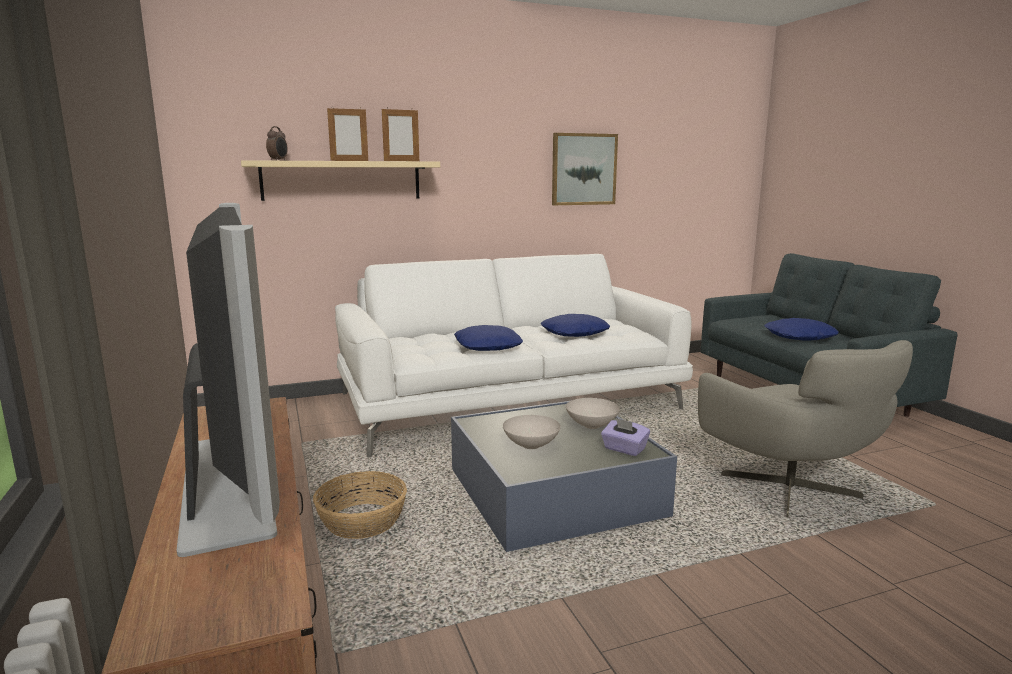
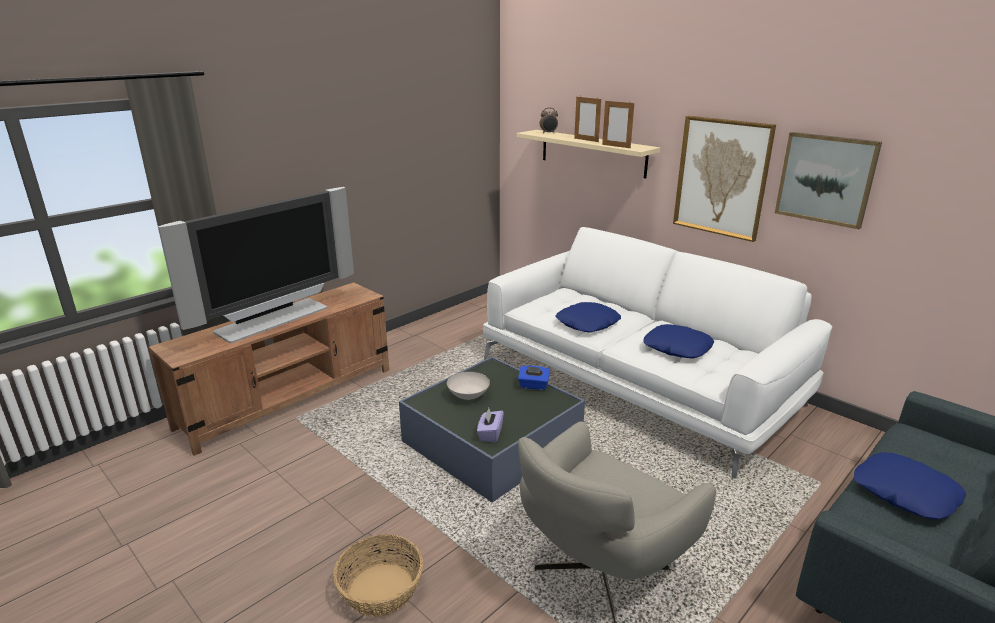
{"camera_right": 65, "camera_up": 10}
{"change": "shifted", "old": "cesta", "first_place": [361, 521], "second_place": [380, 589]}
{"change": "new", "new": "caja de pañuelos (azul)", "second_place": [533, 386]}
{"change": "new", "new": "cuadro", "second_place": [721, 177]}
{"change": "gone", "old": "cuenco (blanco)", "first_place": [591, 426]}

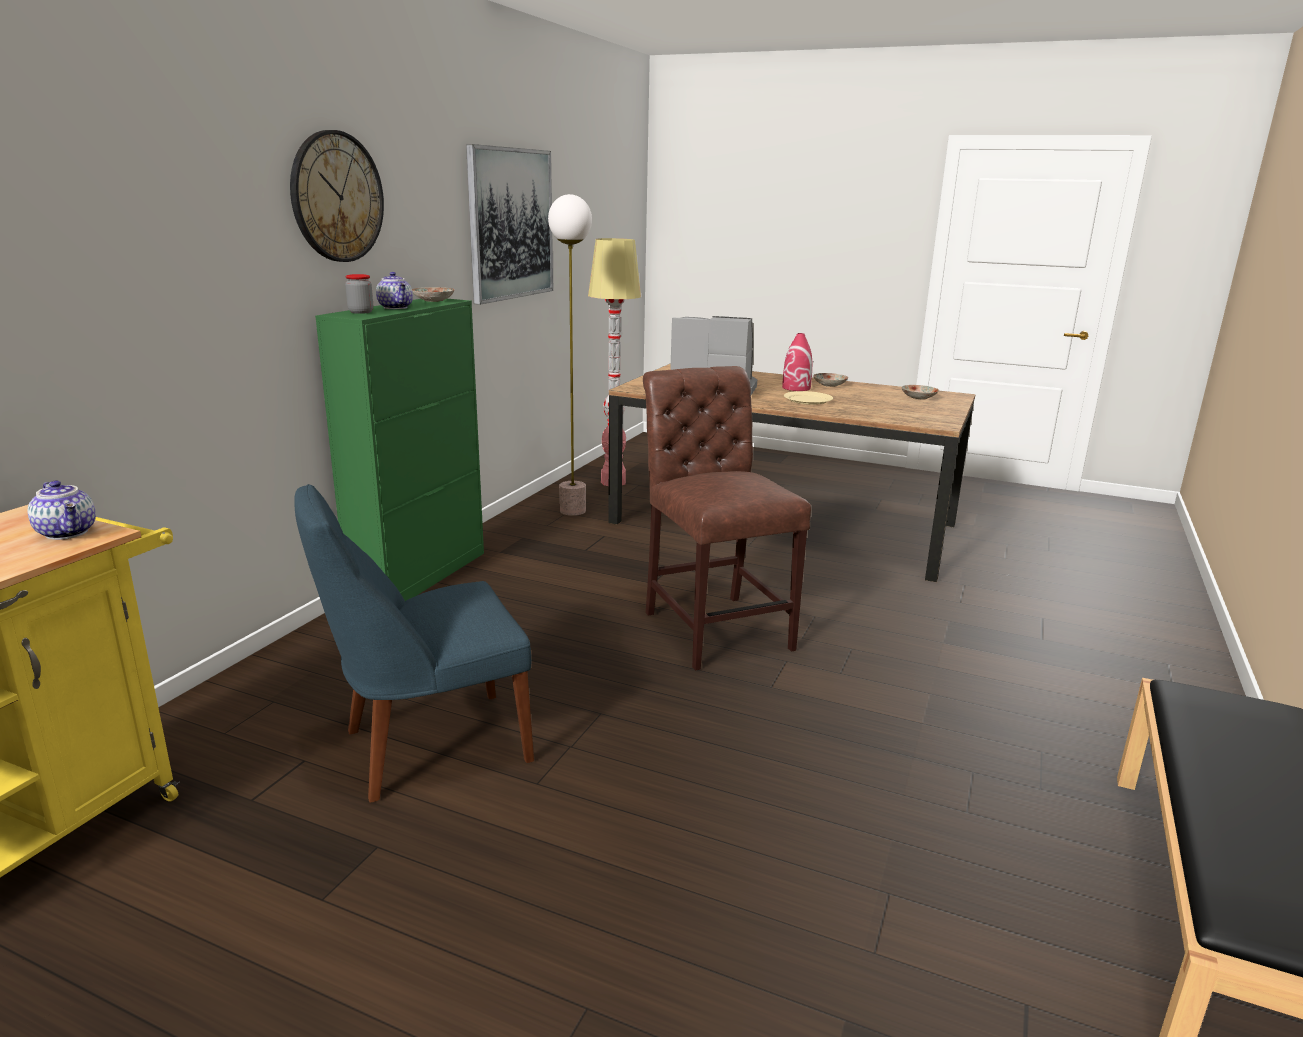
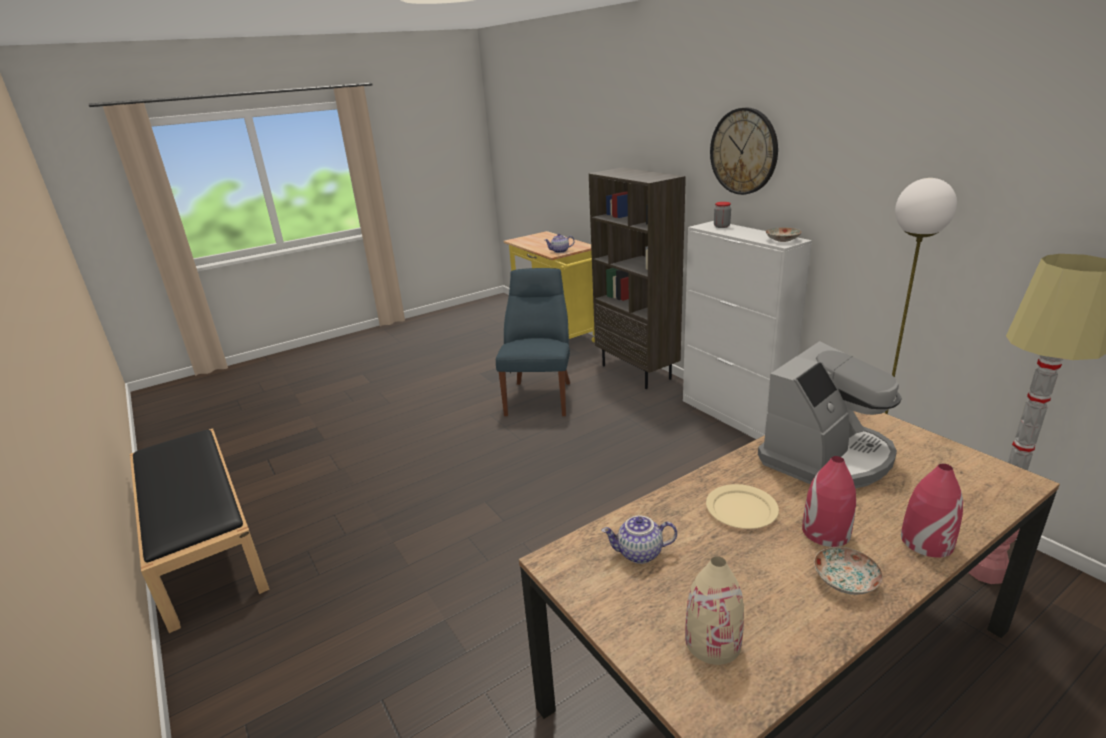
{"camera_right": 125, "camera_up": 5}
{"change": "new", "new": "estantería (marrón)", "second_place": [637, 372]}
{"change": "shifted", "old": "tetera", "first_place": [396, 307], "second_place": [639, 554]}
{"change": "repainted", "old": "armario (verde)", "new": "armario (blanco)", "first_place": [420, 576], "second_place": [733, 416]}
{"change": "swapped", "old": "plato", "new": "florero (beis)", "first_place": [918, 397], "second_place": [713, 641]}
{"change": "new", "new": "florero (rojo)", "second_place": [926, 541]}
{"change": "gone", "old": "cuadro", "first_place": [510, 224]}
{"change": "gone", "old": "silla (marrón)", "first_place": [714, 626]}

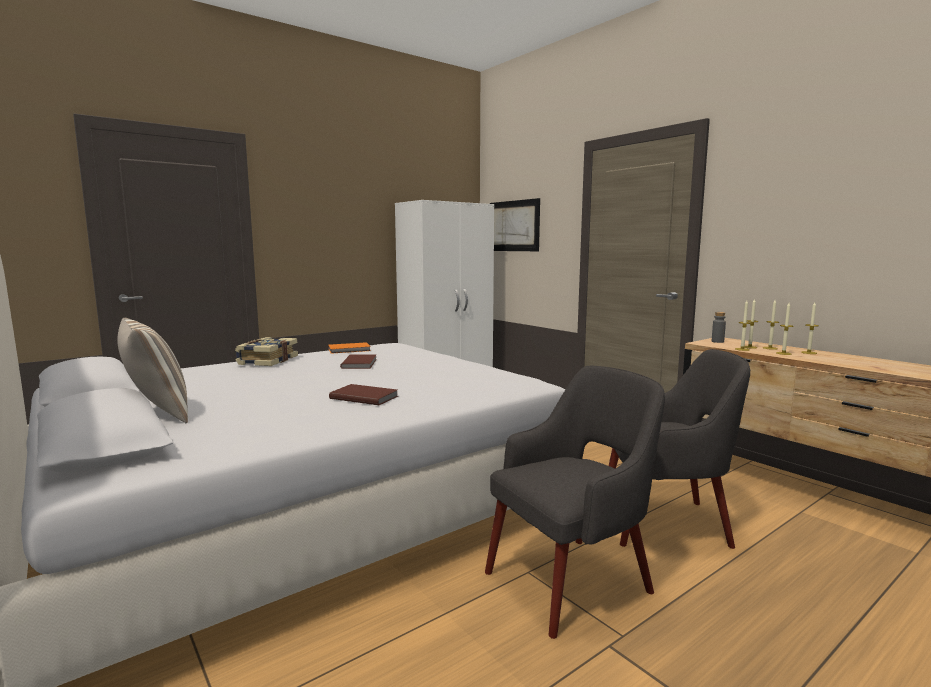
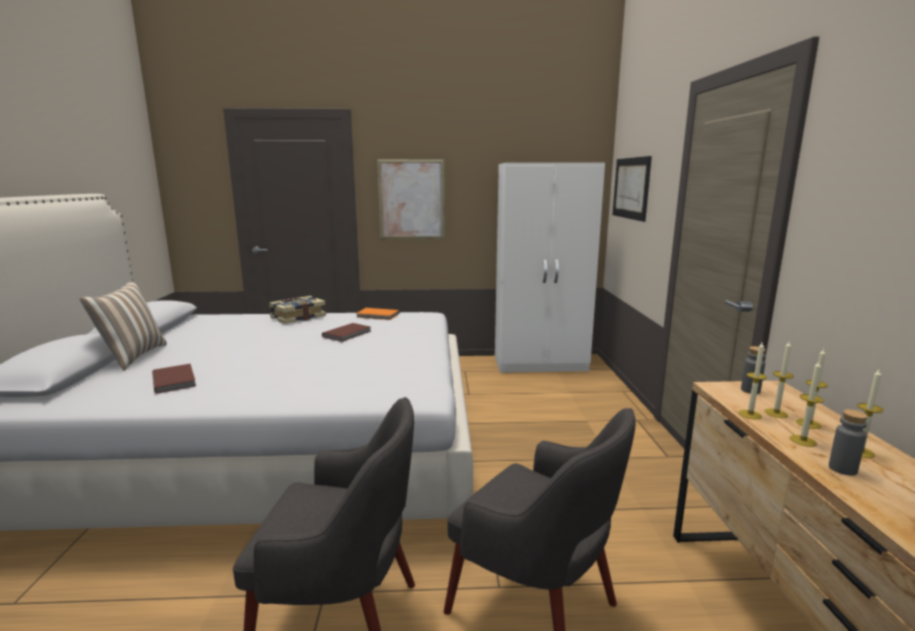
{"camera_right": 35, "camera_up": 5}
{"change": "shifted", "old": "libro (marrón)", "first_place": [364, 397], "second_place": [175, 380]}
{"change": "new", "new": "cuadro", "second_place": [411, 199]}
{"change": "new", "new": "botella (gris)", "second_place": [842, 469]}

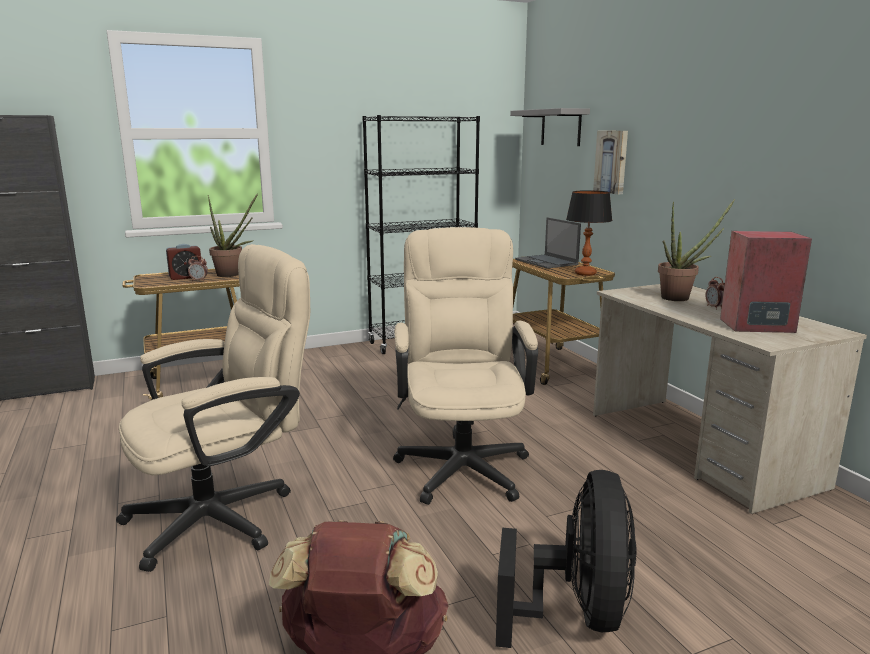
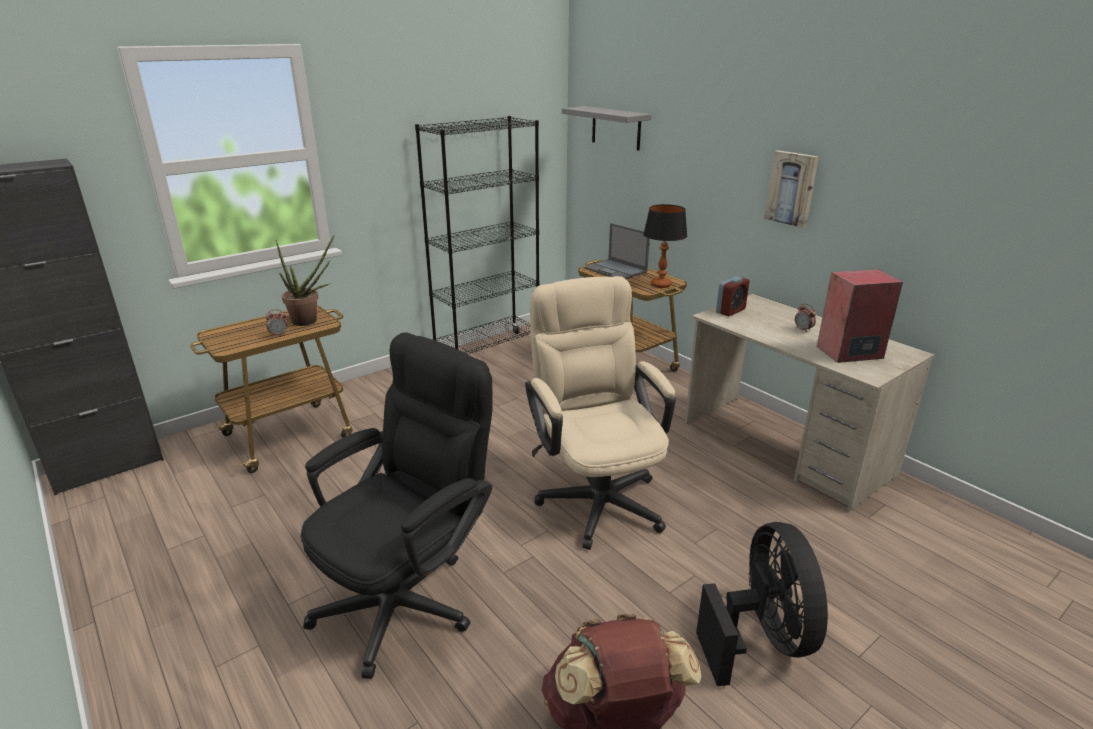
{"camera_right": -15, "camera_up": 10}
{"change": "repainted", "old": "silla de oficina (beis)", "new": "silla de oficina (negro)", "first_place": [226, 515], "second_place": [408, 597]}
{"change": "shifted", "old": "despertador", "first_place": [186, 277], "second_place": [730, 311]}
{"change": "shifted", "old": "cuadro", "first_place": [612, 162], "second_place": [792, 188]}
{"change": "gone", "old": "planta en maceta", "first_place": [681, 298]}

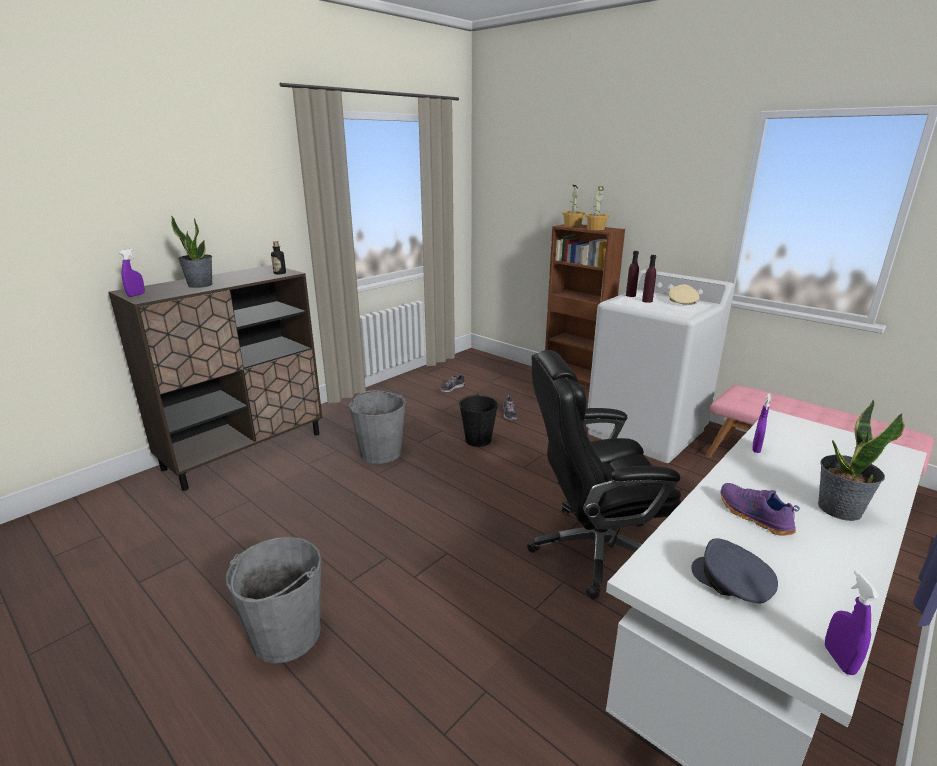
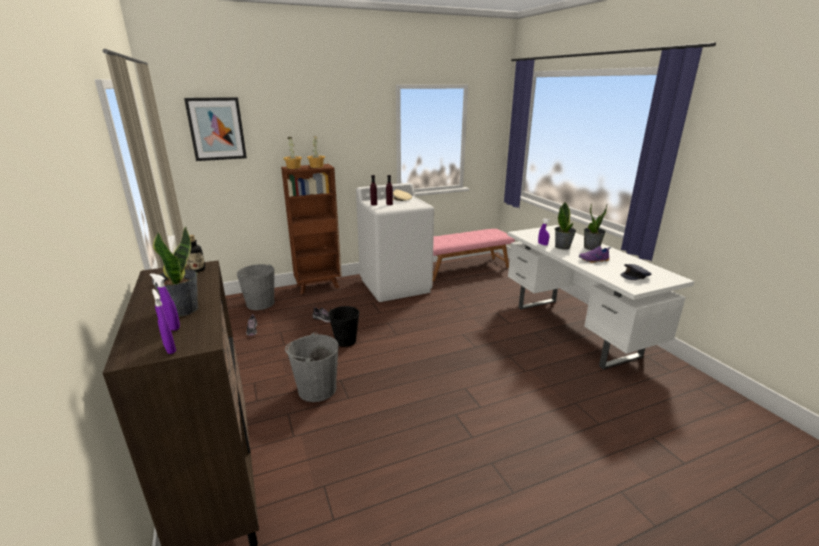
{"camera_right": -65, "camera_up": 0}
{"change": "shifted", "old": "pulverizador (morado)", "first_place": [839, 660], "second_place": [170, 327]}
{"change": "new", "new": "cuadro", "second_place": [216, 129]}
{"change": "shifted", "old": "cubo (gris)", "first_place": [285, 635], "second_place": [260, 303]}
{"change": "new", "new": "planta en maceta", "second_place": [562, 247]}
{"change": "gone", "old": "silla de oficina (negro)", "first_place": [593, 549]}

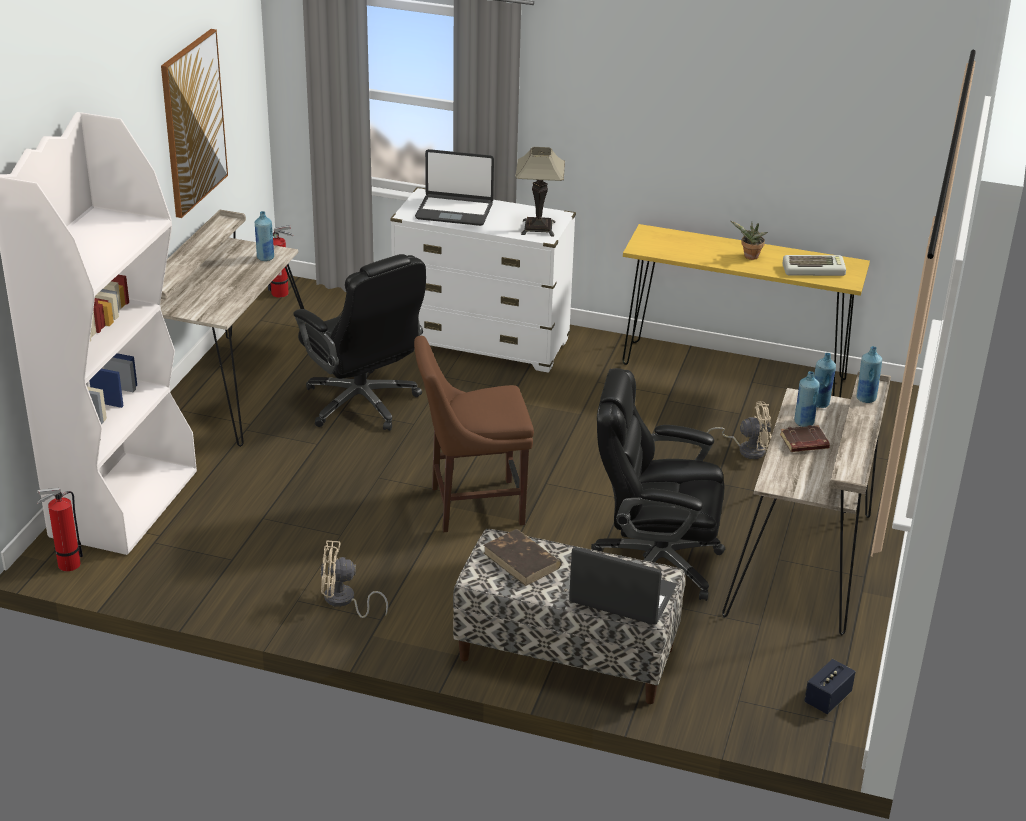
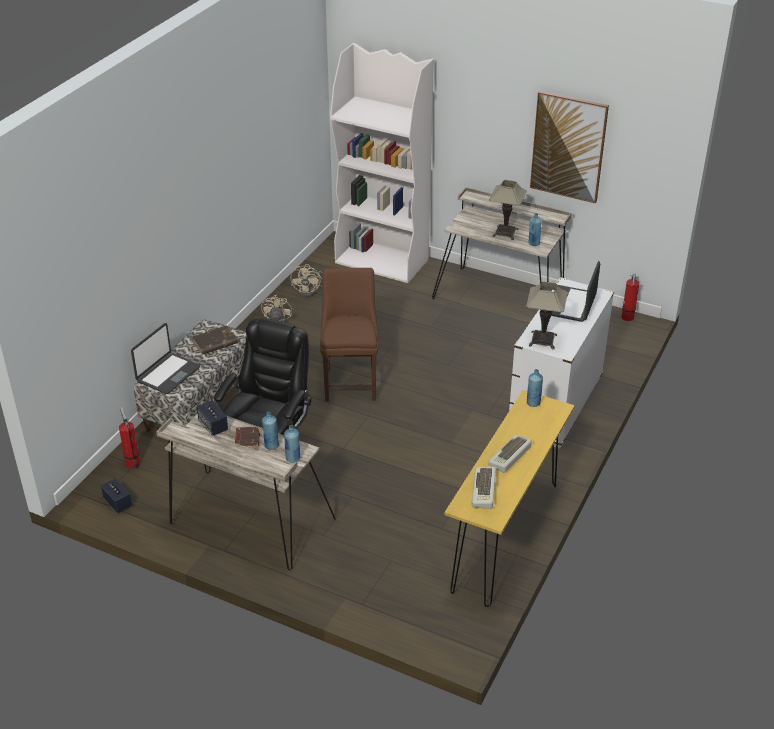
{"camera_right": 100, "camera_up": 5}
{"change": "shifted", "old": "extintor", "first_place": [66, 565], "second_place": [132, 462]}
{"change": "new", "new": "altavoz", "second_place": [213, 426]}
{"change": "shifted", "old": "ventilador (beis)", "first_place": [747, 449], "second_place": [310, 291]}
{"change": "swapped", "old": "planta en maceta", "new": "teclado", "first_place": [749, 257], "second_place": [510, 457]}
{"change": "new", "new": "lámpara de mesa", "second_place": [505, 232]}
{"change": "shifted", "old": "botella (azul)", "first_place": [865, 398], "second_place": [533, 403]}
{"change": "gone", "old": "silla de oficina (negro)", "first_place": [363, 403]}

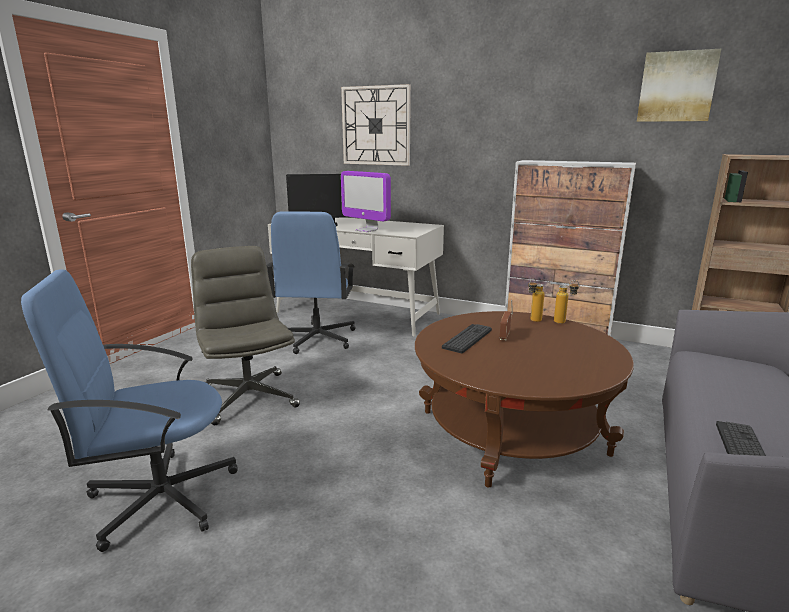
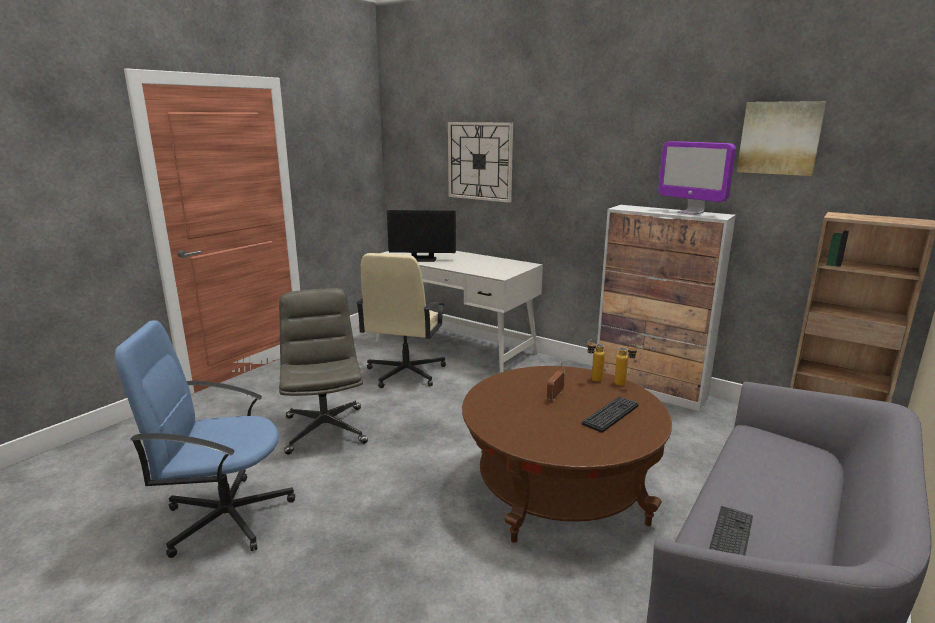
{"camera_right": 10, "camera_up": 0}
{"change": "repainted", "old": "silla de oficina (azul)", "new": "silla de oficina (beis)", "first_place": [316, 339], "second_place": [405, 373]}
{"change": "shifted", "old": "teclado", "first_place": [467, 339], "second_place": [610, 414]}
{"change": "shifted", "old": "monitor", "first_place": [367, 230], "second_place": [690, 212]}

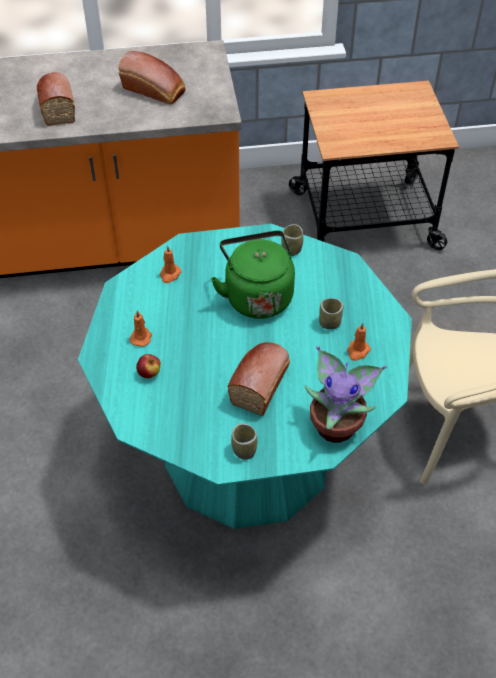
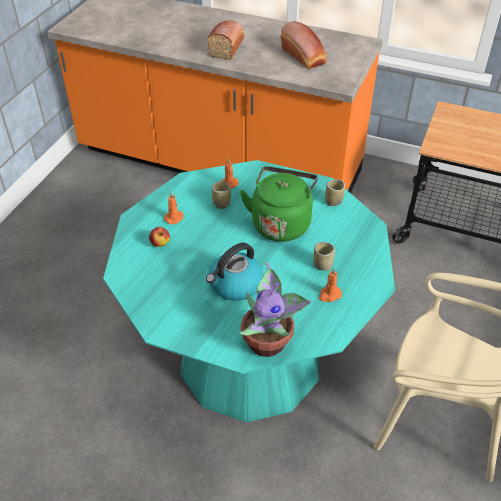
{"camera_right": 30, "camera_up": -5}
{"change": "swapped", "old": "pan", "new": "hervidor", "first_place": [261, 383], "second_place": [235, 285]}
{"change": "shifted", "old": "taza", "first_place": [244, 450], "second_place": [221, 204]}

